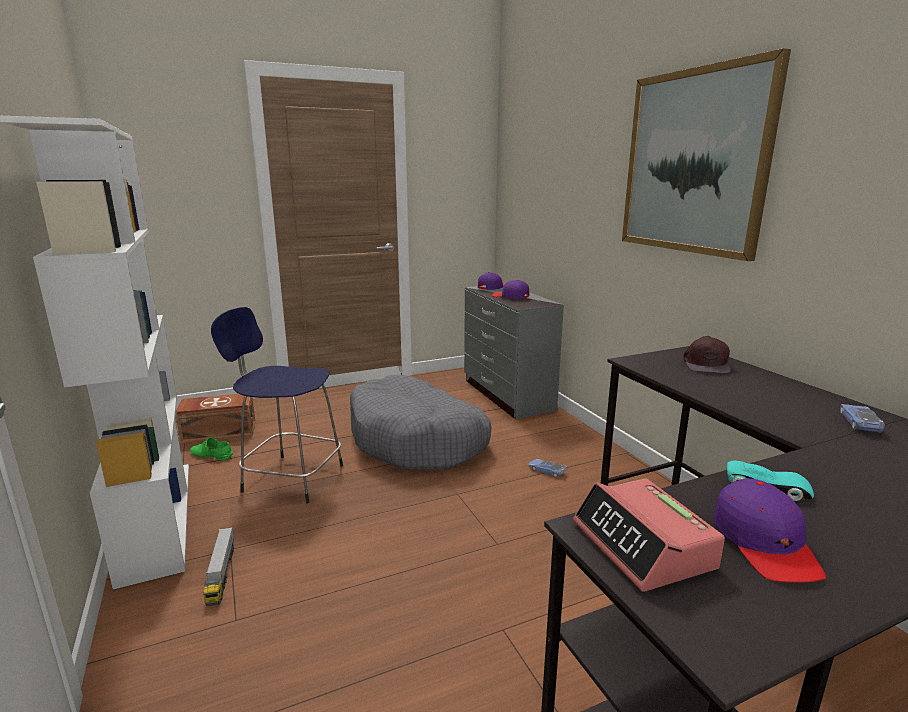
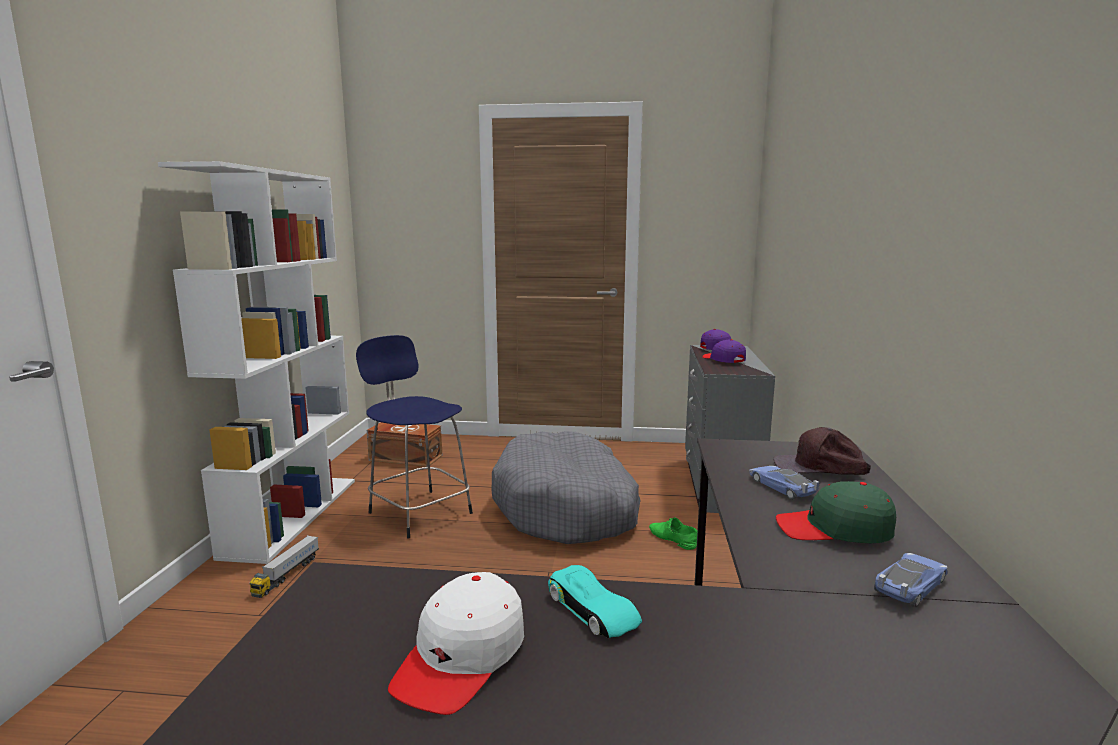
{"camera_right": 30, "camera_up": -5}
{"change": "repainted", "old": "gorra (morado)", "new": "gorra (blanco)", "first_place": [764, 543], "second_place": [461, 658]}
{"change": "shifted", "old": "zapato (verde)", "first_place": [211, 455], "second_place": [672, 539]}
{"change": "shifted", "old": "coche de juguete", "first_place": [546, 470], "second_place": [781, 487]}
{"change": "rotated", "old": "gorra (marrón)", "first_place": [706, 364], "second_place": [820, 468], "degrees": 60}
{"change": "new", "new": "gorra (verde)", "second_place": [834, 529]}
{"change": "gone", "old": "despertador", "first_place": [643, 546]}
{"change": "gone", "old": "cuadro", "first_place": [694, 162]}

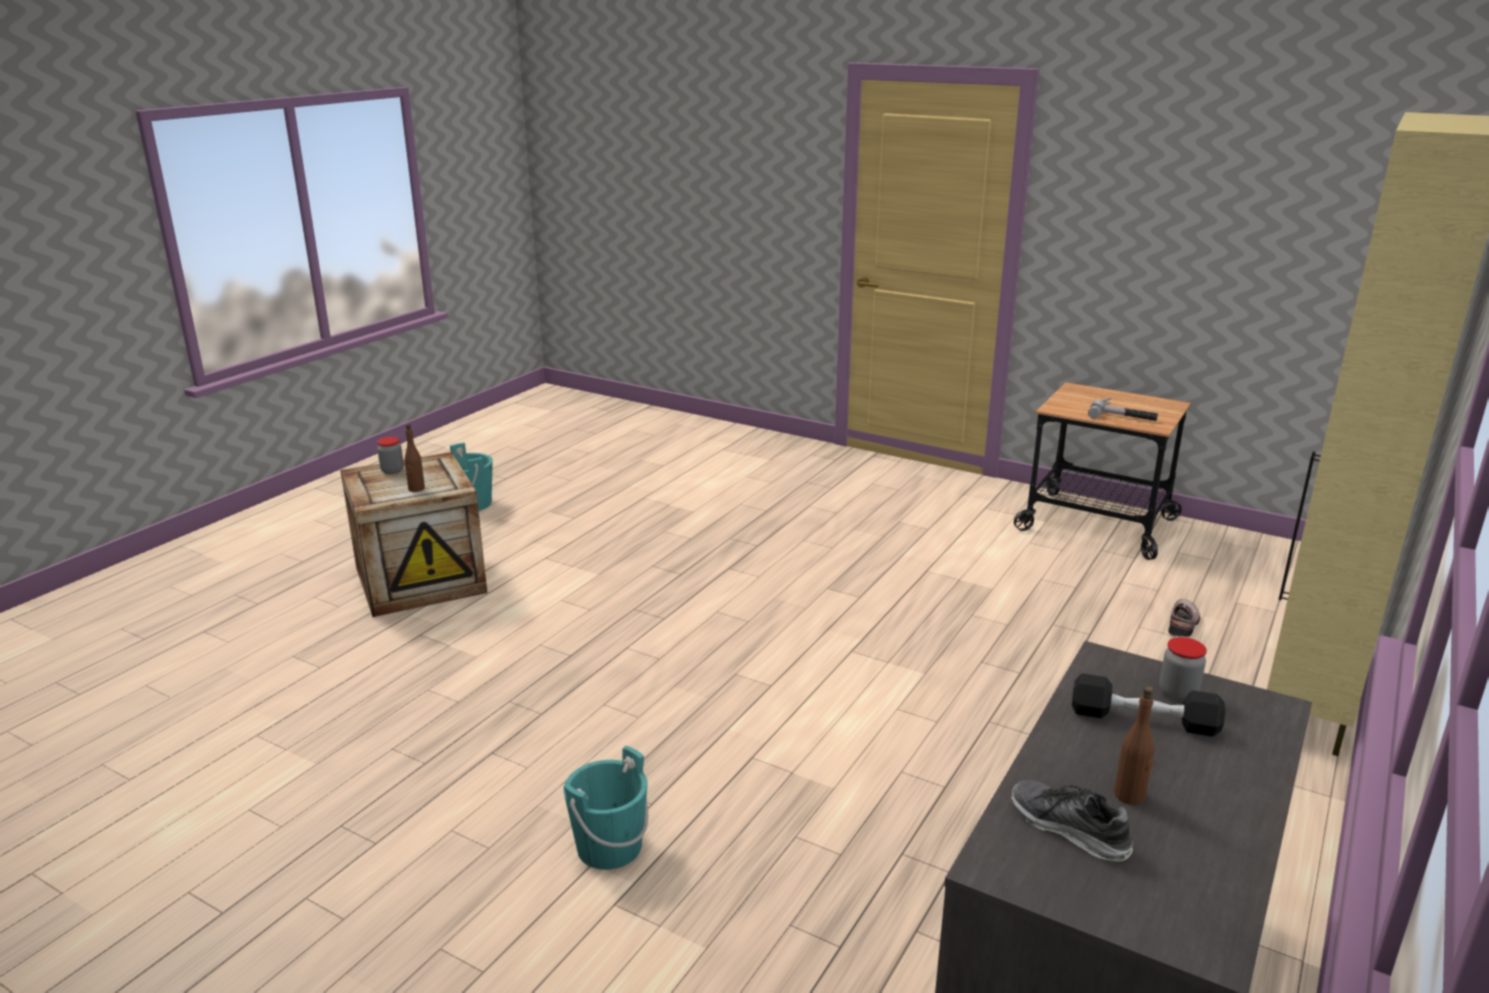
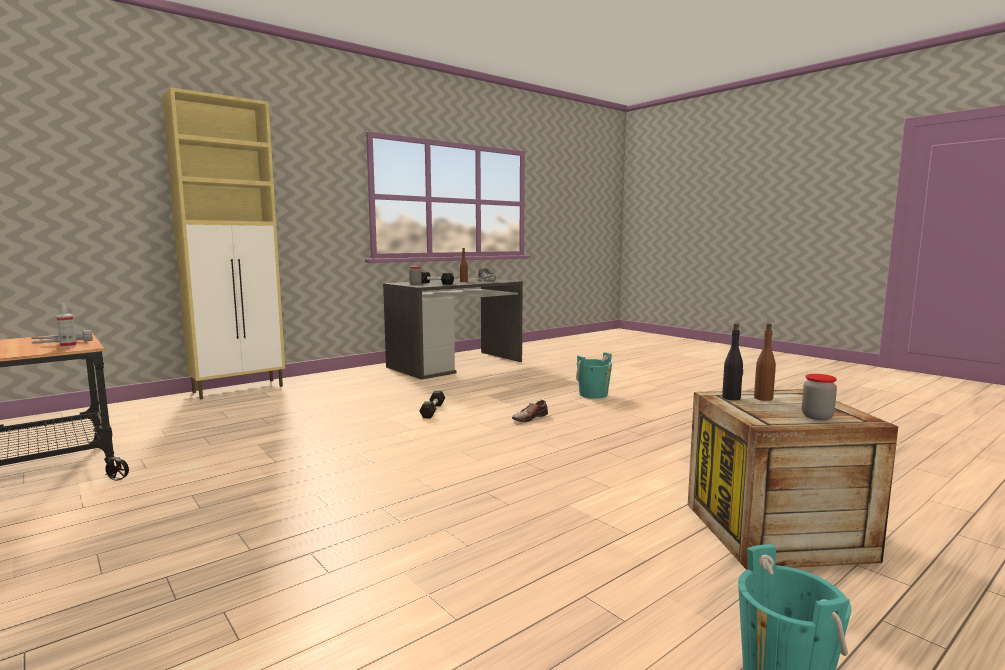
{"camera_right": -160, "camera_up": -15}
{"change": "new", "new": "pulverizador", "second_place": [68, 346]}
{"change": "new", "new": "mancuerna (negro)", "second_place": [433, 410]}
{"change": "shifted", "old": "zapato", "first_place": [1184, 624], "second_place": [528, 418]}
{"change": "new", "new": "botella (negro)", "second_place": [731, 398]}

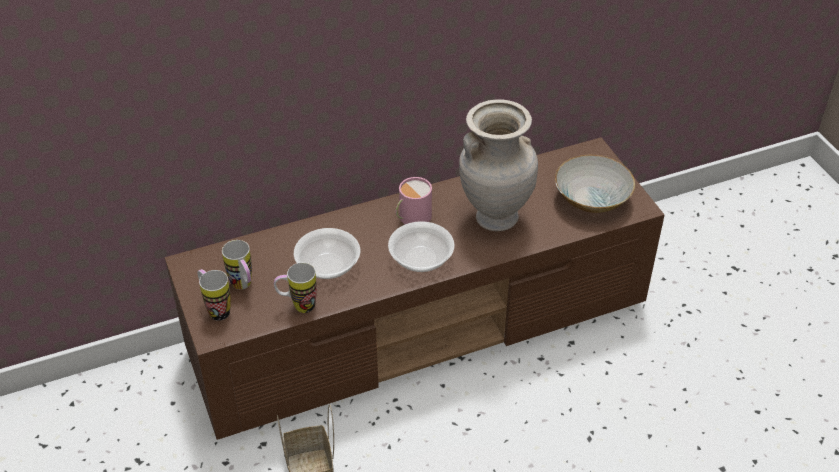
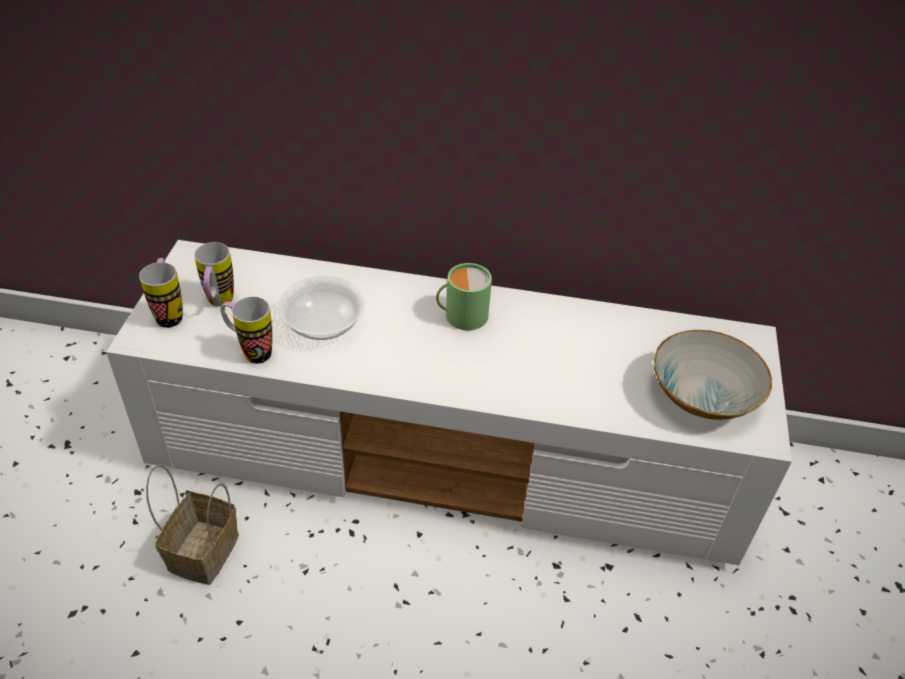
{"camera_right": 30, "camera_up": 0}
{"change": "repainted", "old": "mueble de televisión (marrón)", "new": "mueble de televisión (blanco)", "first_place": [421, 326], "second_place": [450, 454]}
{"change": "repainted", "old": "taza grande (rosa)", "new": "taza grande (verde)", "first_place": [412, 217], "second_place": [461, 315]}
{"change": "gone", "old": "cuenco", "first_place": [420, 259]}
{"change": "gone", "old": "florero (beis)", "first_place": [495, 217]}

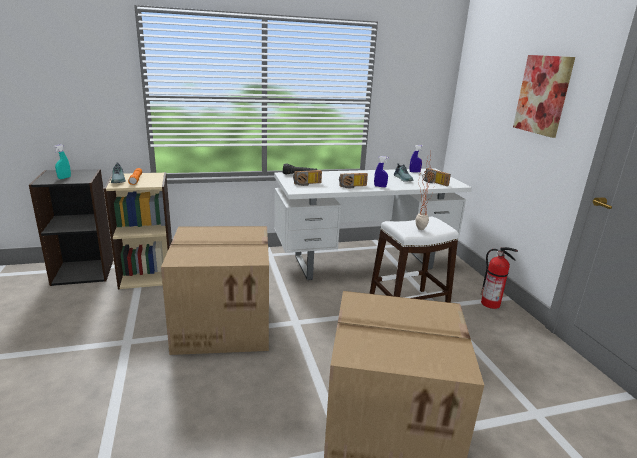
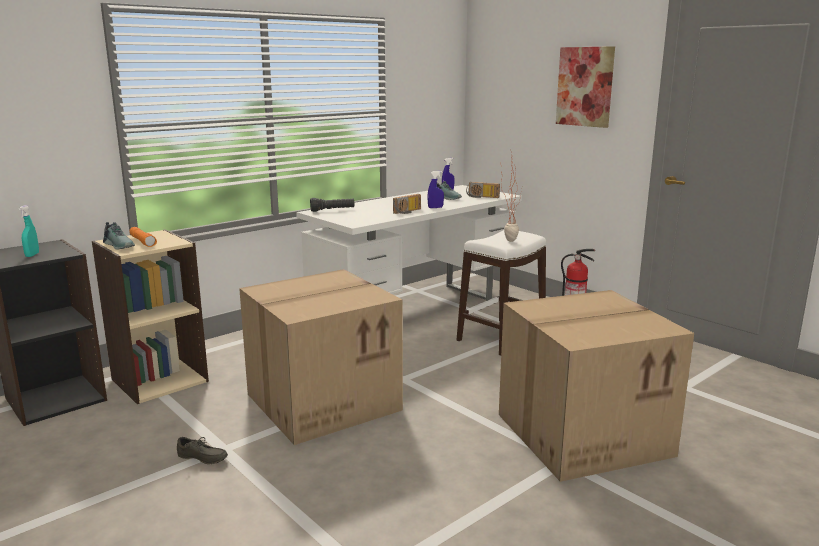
{"camera_right": -25, "camera_up": -5}
{"change": "new", "new": "zapato (gris)", "second_place": [201, 459]}
{"change": "gone", "old": "radio", "first_place": [307, 184]}

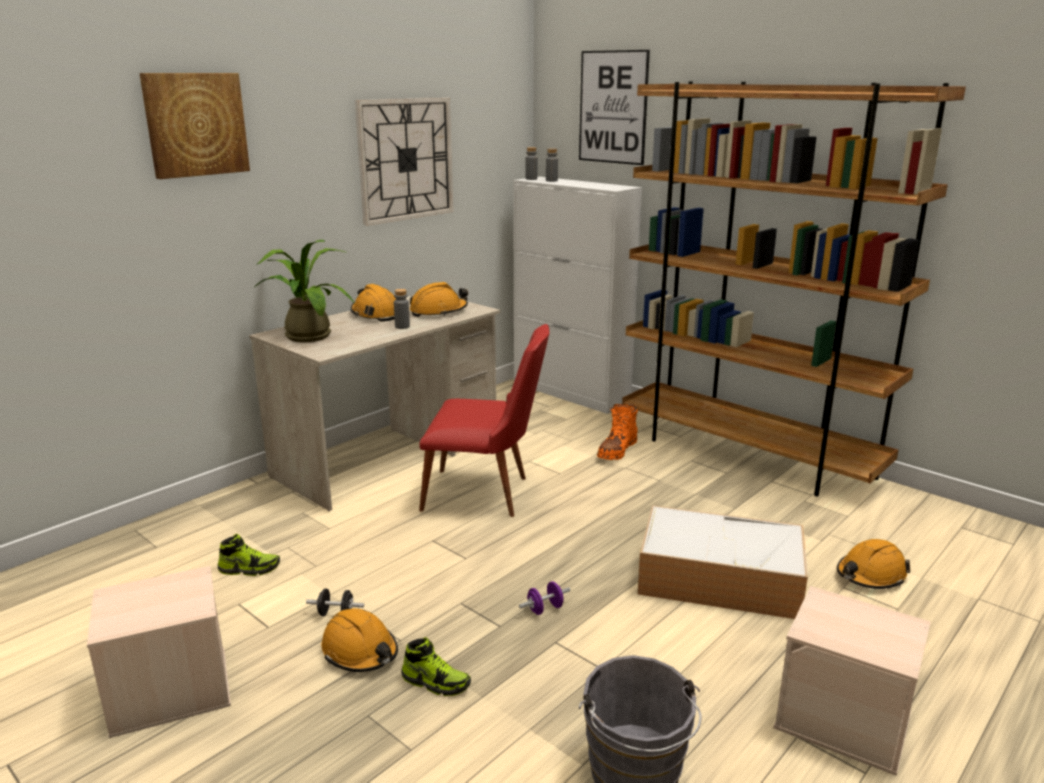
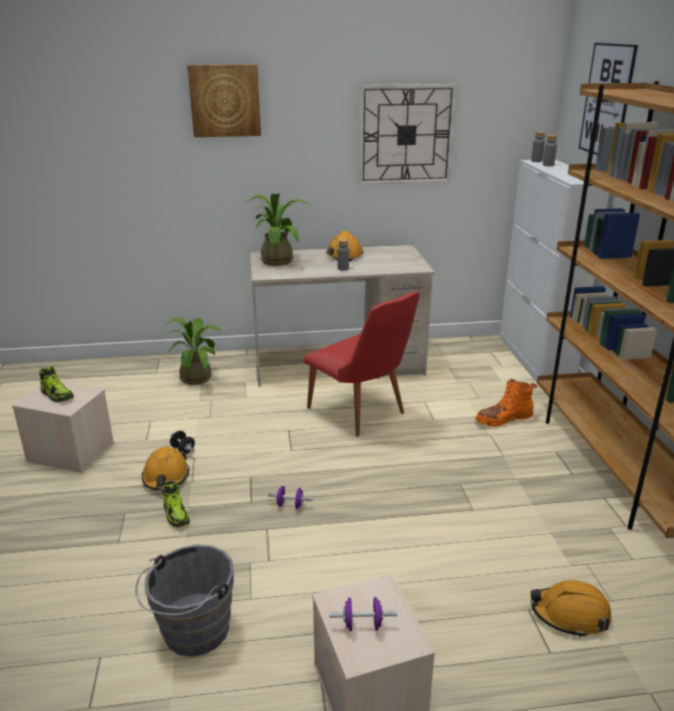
{"camera_right": 40, "camera_up": 5}
{"change": "shifted", "old": "zapato", "first_place": [249, 569], "second_place": [57, 395]}
{"change": "new", "new": "planta en maceta", "second_place": [198, 376]}
{"change": "new", "new": "mancuerna (morado)", "second_place": [362, 625]}
{"change": "gone", "old": "casco (naranja)", "first_place": [438, 311]}
{"change": "gone", "old": "caja de almacenaje", "first_place": [722, 579]}

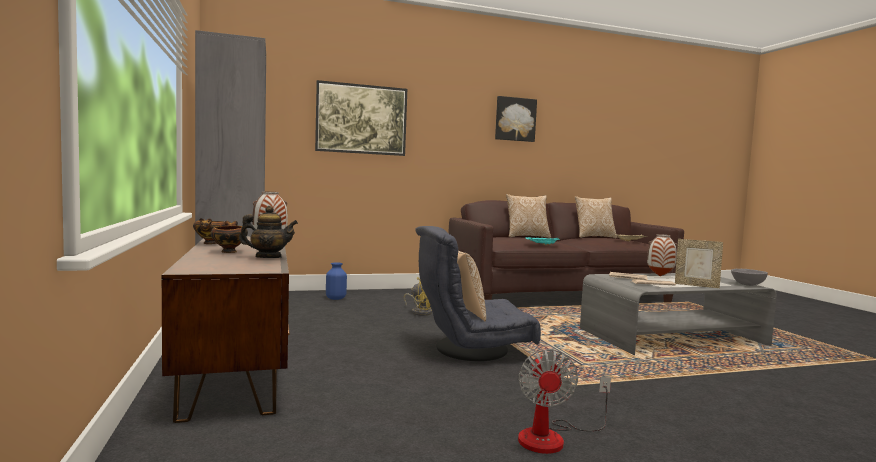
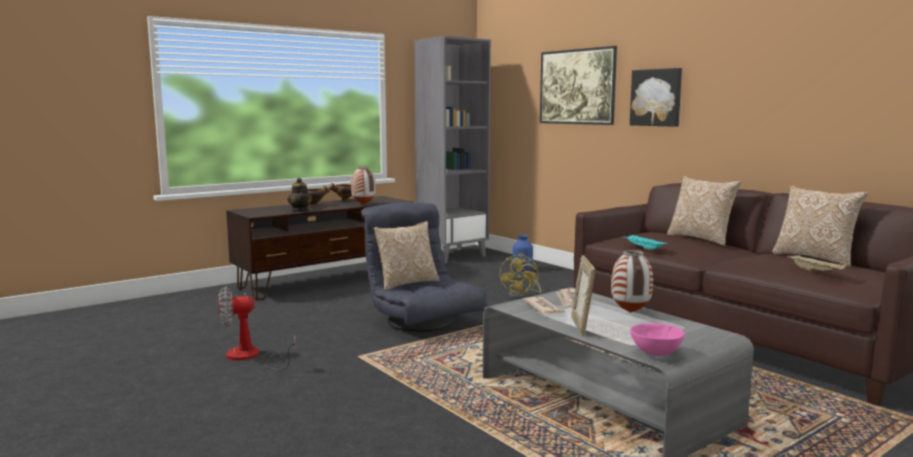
{"camera_right": 70, "camera_up": 5}
{"change": "shifted", "old": "cuadro", "first_place": [515, 119], "second_place": [656, 97]}
{"change": "repainted", "old": "cuenco (gris)", "new": "cuenco (rosa)", "first_place": [748, 285], "second_place": [654, 353]}

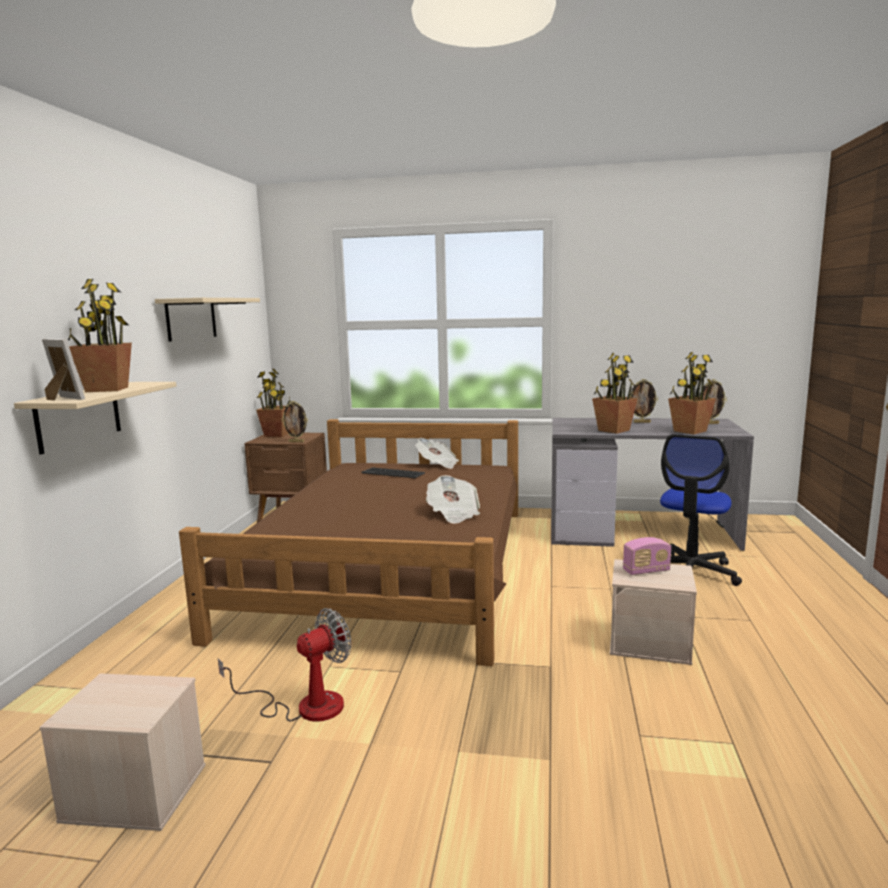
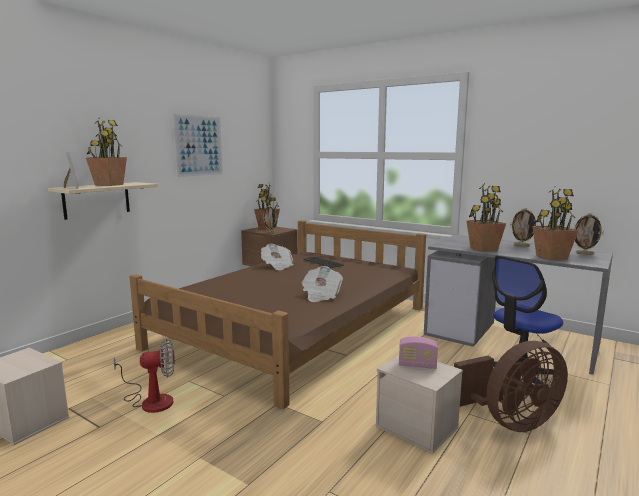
{"camera_right": 25, "camera_up": 0}
{"change": "swapped", "old": "estante (beis)", "new": "cuadro", "first_place": [191, 319], "second_place": [199, 145]}
{"change": "shifted", "old": "periódico", "first_place": [437, 464], "second_place": [277, 266]}
{"change": "new", "new": "ventilador (marrón)", "second_place": [511, 422]}

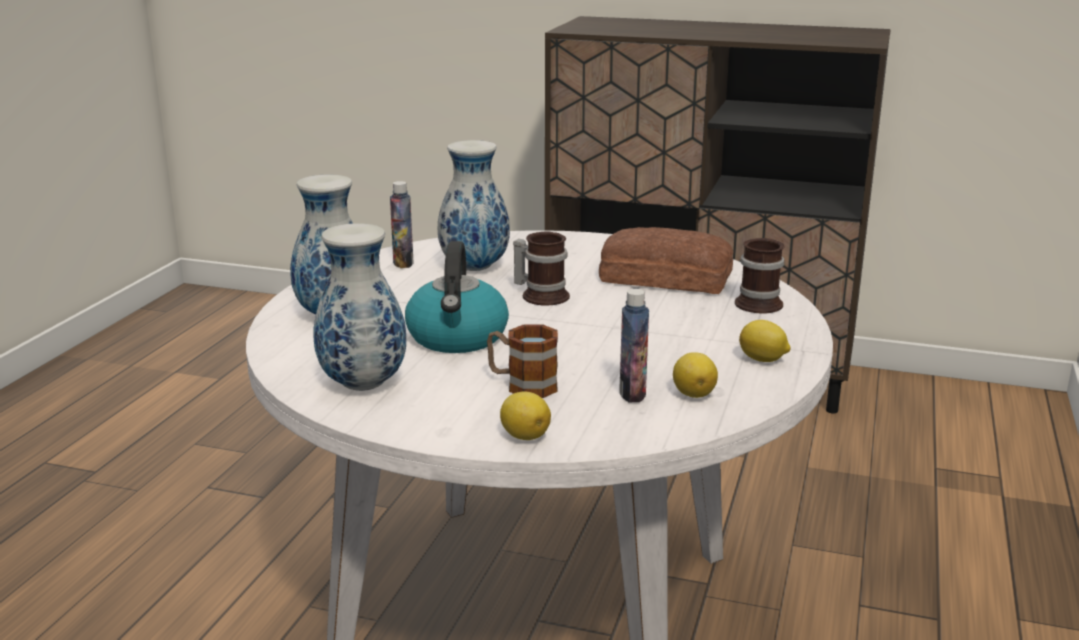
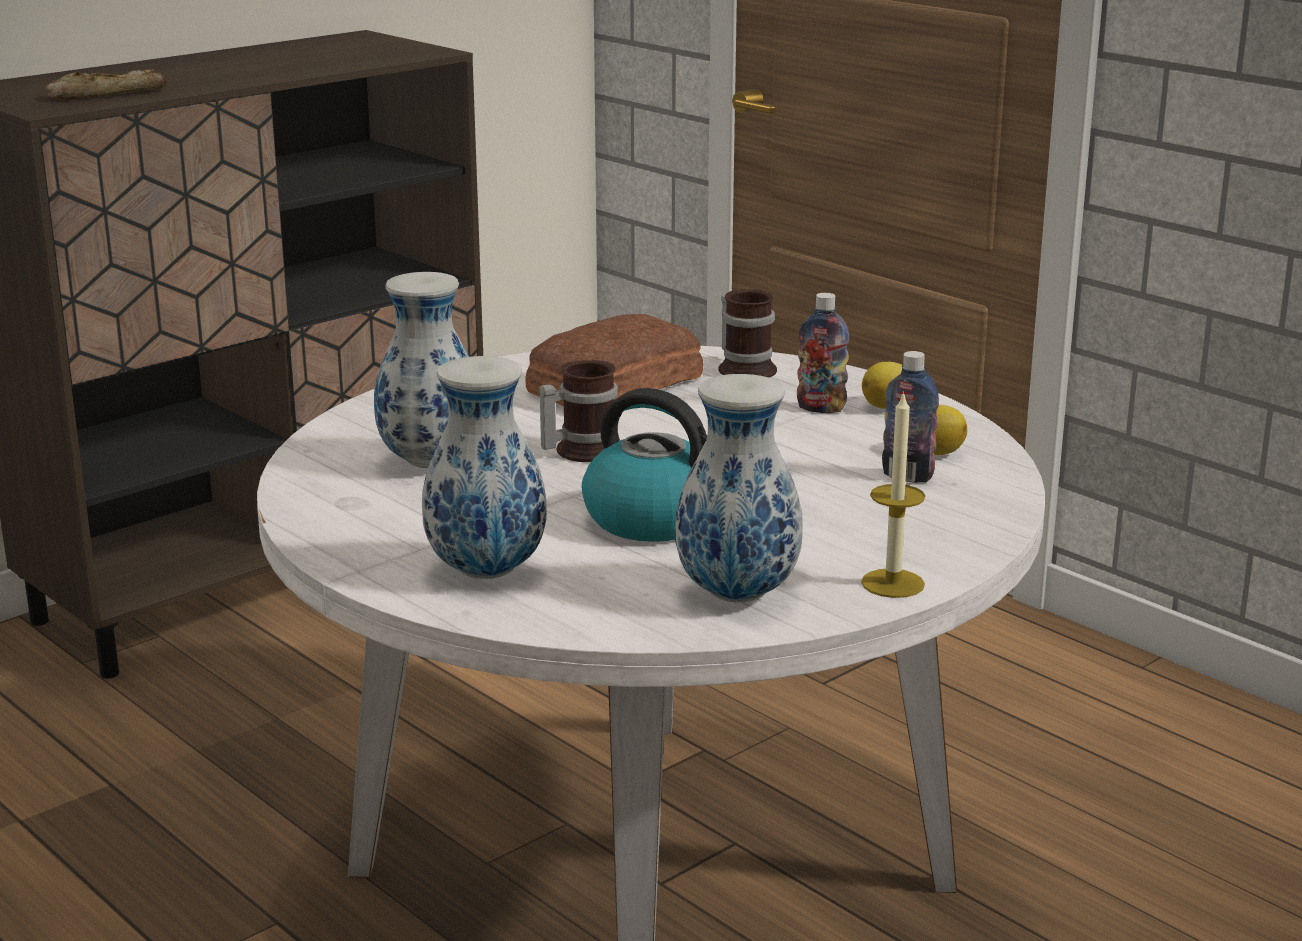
{"camera_right": -60, "camera_up": 0}
{"change": "new", "new": "pan", "second_place": [106, 94]}
{"change": "shifted", "old": "botella", "first_place": [403, 263], "second_place": [821, 408]}
{"change": "new", "new": "vela", "second_place": [892, 583]}
{"change": "gone", "old": "taza grande", "first_place": [522, 385]}
{"change": "gone", "old": "limón", "first_place": [524, 435]}

